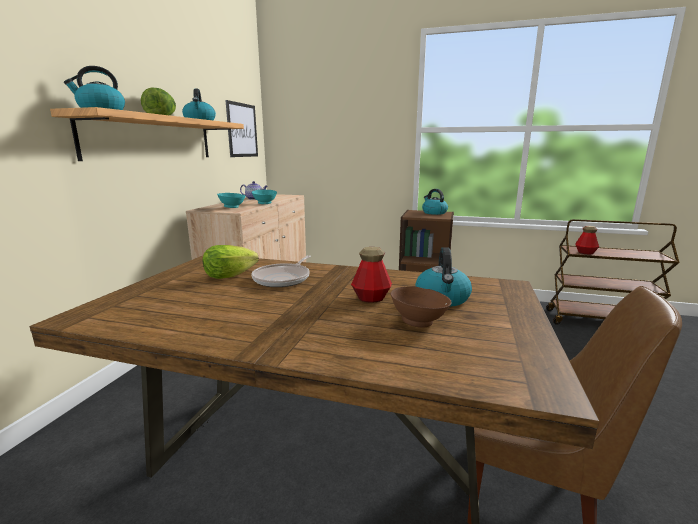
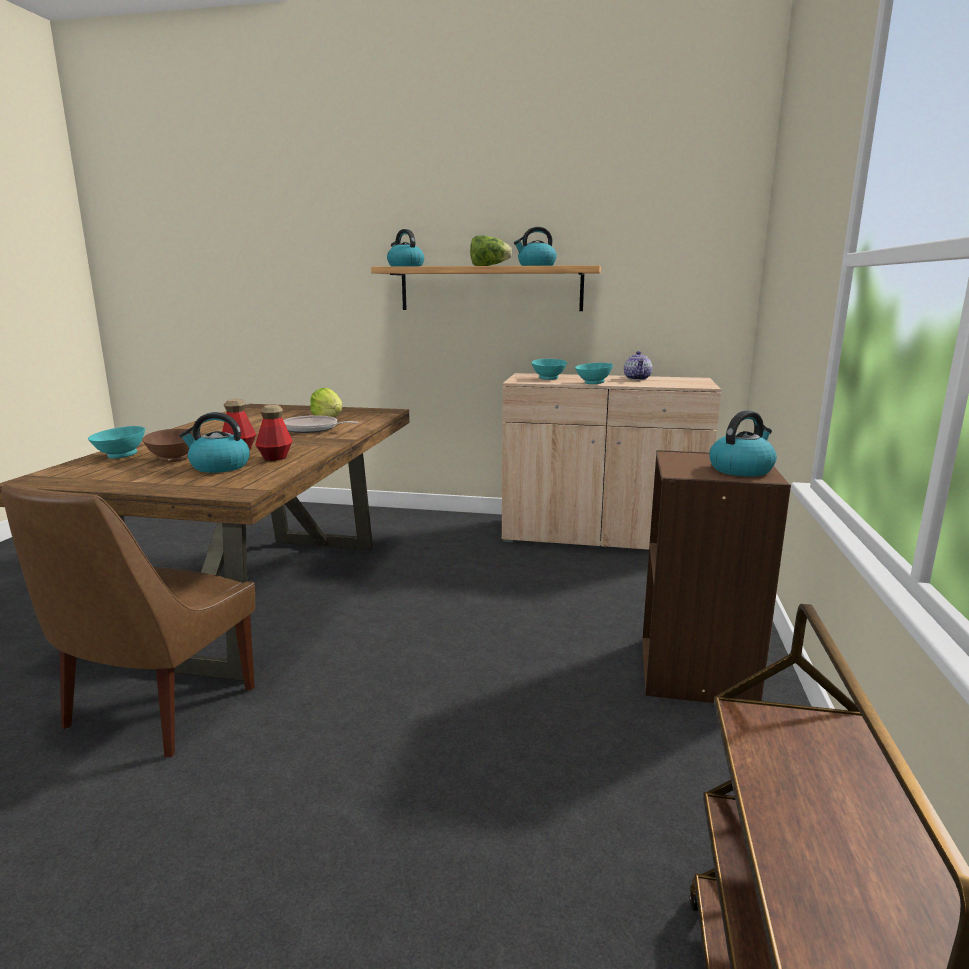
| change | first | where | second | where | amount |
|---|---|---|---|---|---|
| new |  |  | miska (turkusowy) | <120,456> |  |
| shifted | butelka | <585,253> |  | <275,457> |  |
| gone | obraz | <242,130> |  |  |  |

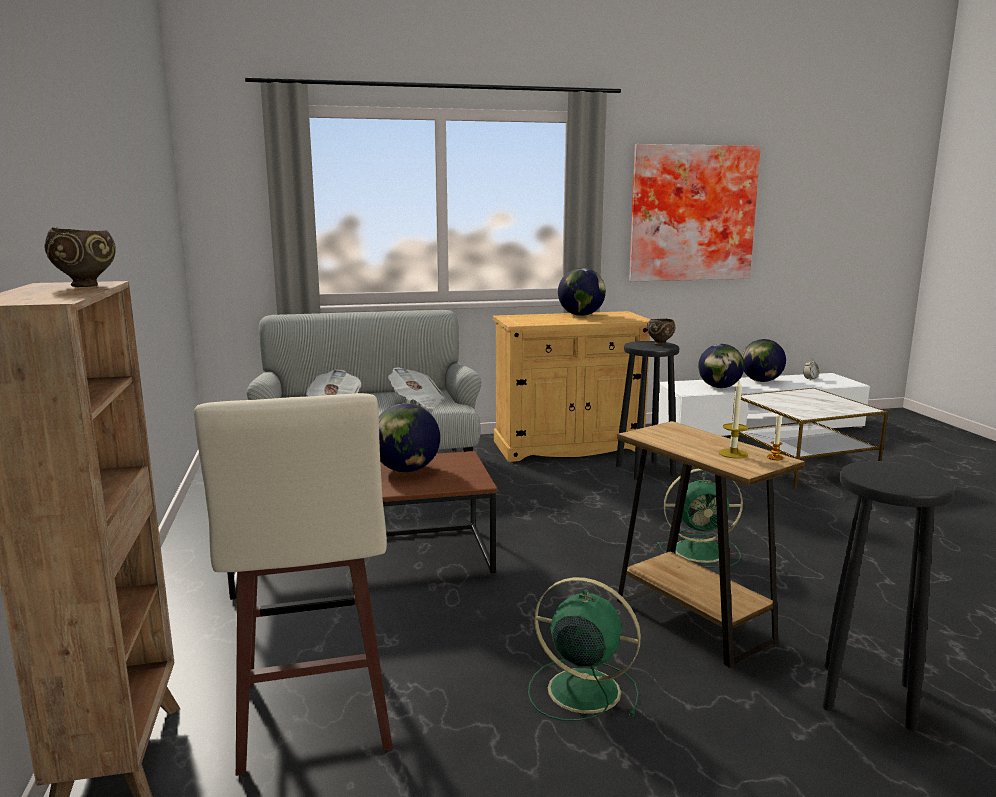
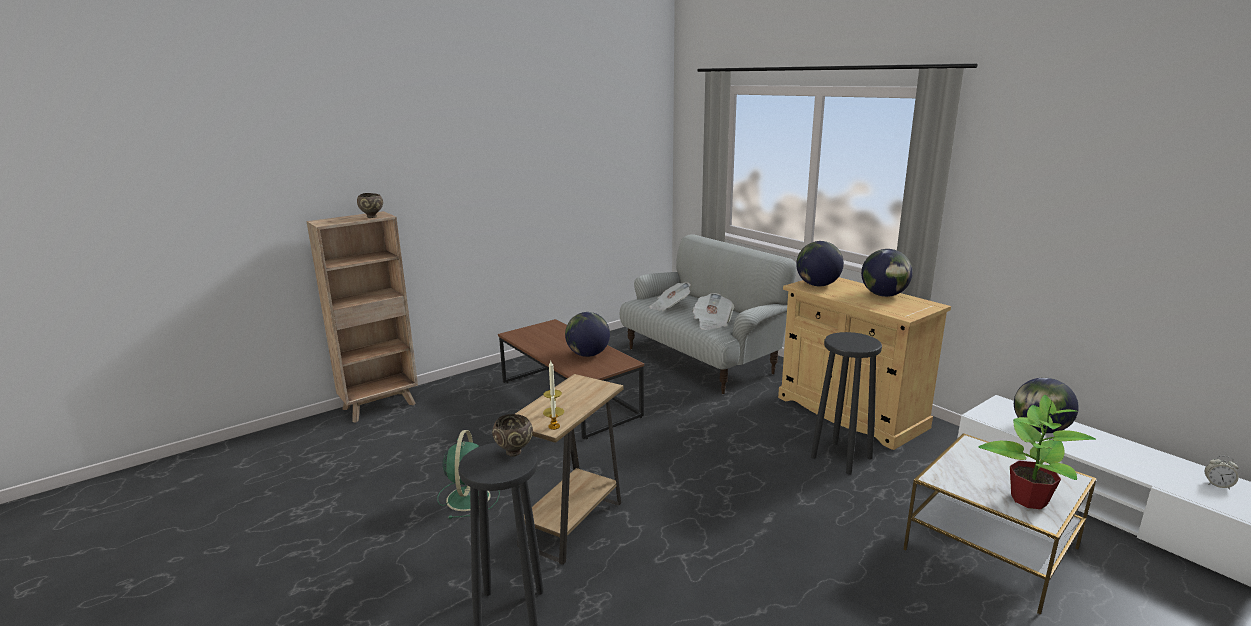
| change | first | where | second | where | amount |
|---|---|---|---|---|---|
| shifted | miska (brązowy) | <660,344> |  | <515,452> |  |
| shifted | globus | <761,381> |  | <817,285> |  |
| new |  |  | roślina doniczkowa | <1028,499> |  |
| gone | stołek (beżowy) | <312,719> |  |  |  |
| gone | obraz | <691,213> |  |  |  |
| gone | wentylator (zielony) | <702,551> |  |  |  |

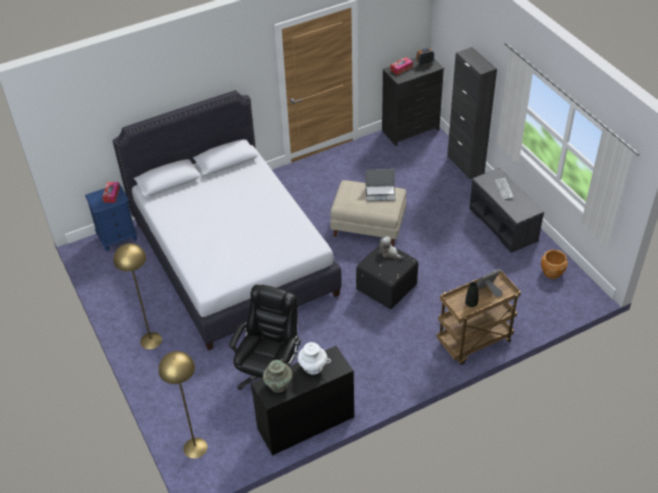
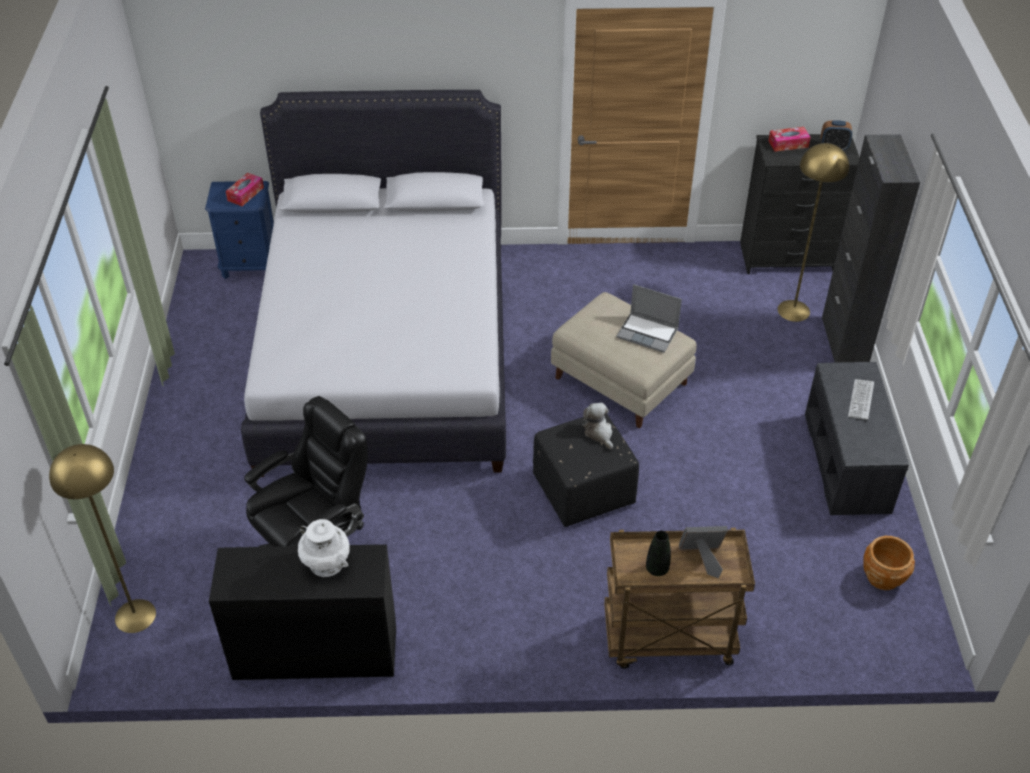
| change | first | where | second | where | amount |
|---|---|---|---|---|---|
| shifted | lampa stojąca (żółty) | <151,340> |  | <794,310> |  |
| gone | wazon (turkusowy) | <278,384> |  |  |  |

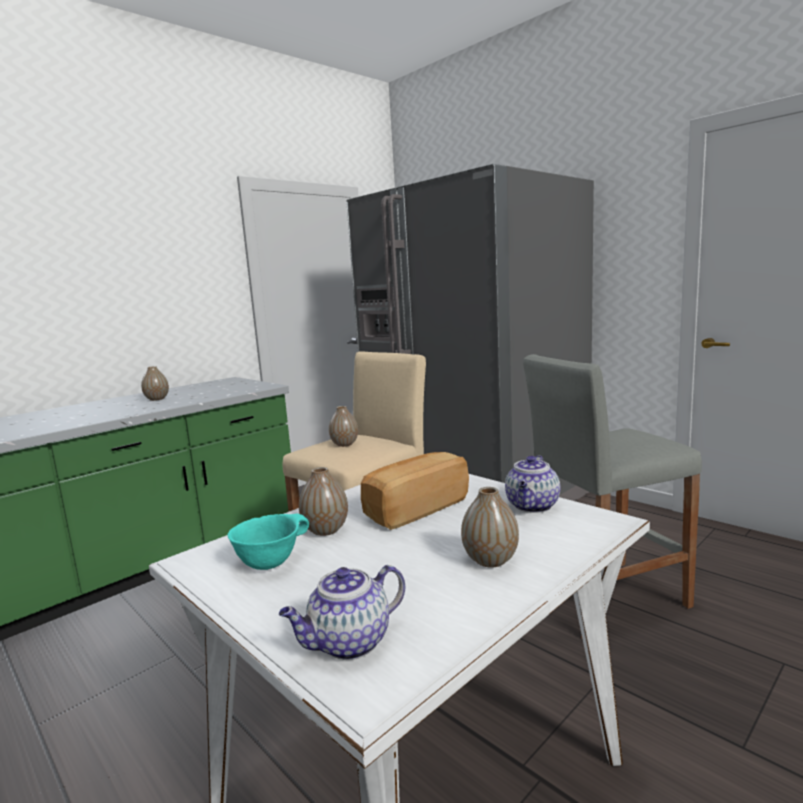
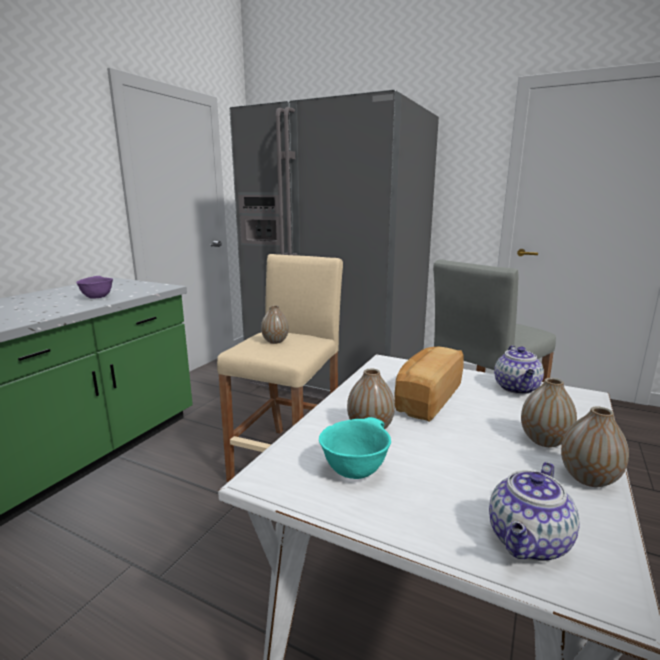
| change | first | where | second | where | amount |
|---|---|---|---|---|---|
| new |  |  | miska (fioletowy) | <97,297> |  |
| shifted | wazon | <157,399> |  | <588,478> |  |

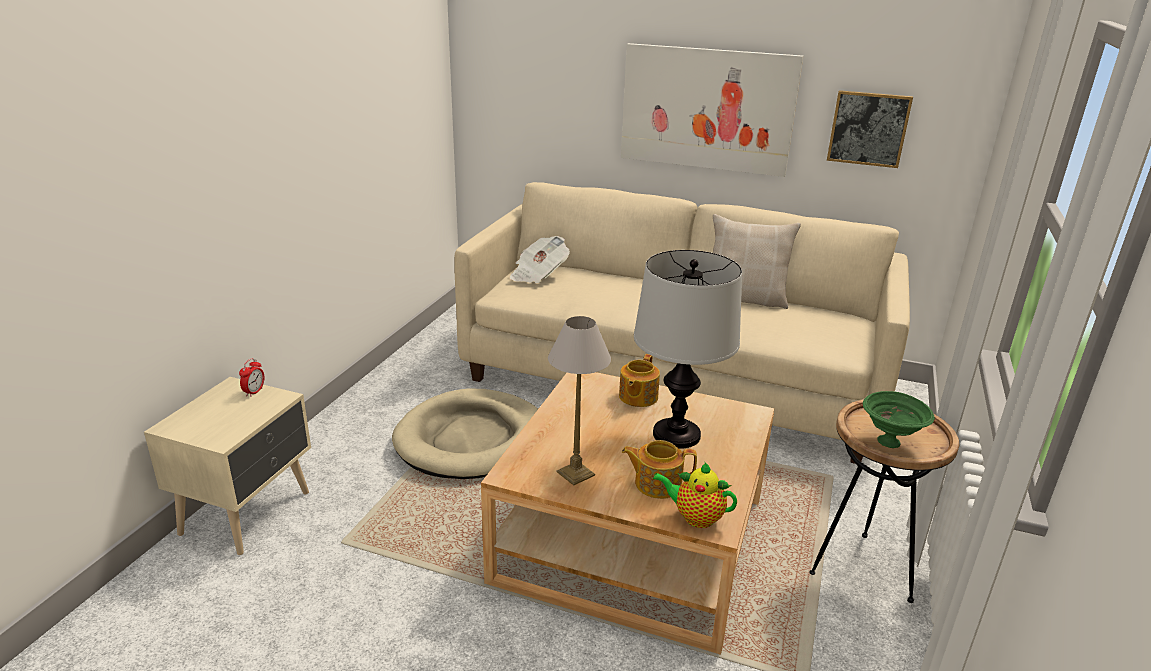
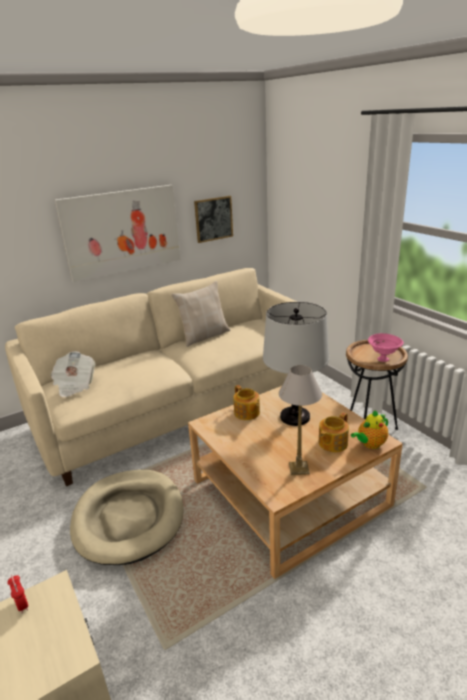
| change | first | where | second | where | amount |
|---|---|---|---|---|---|
| repainted | miska (zielony) | <890,442> | miska (różowy) | <383,359> |  |

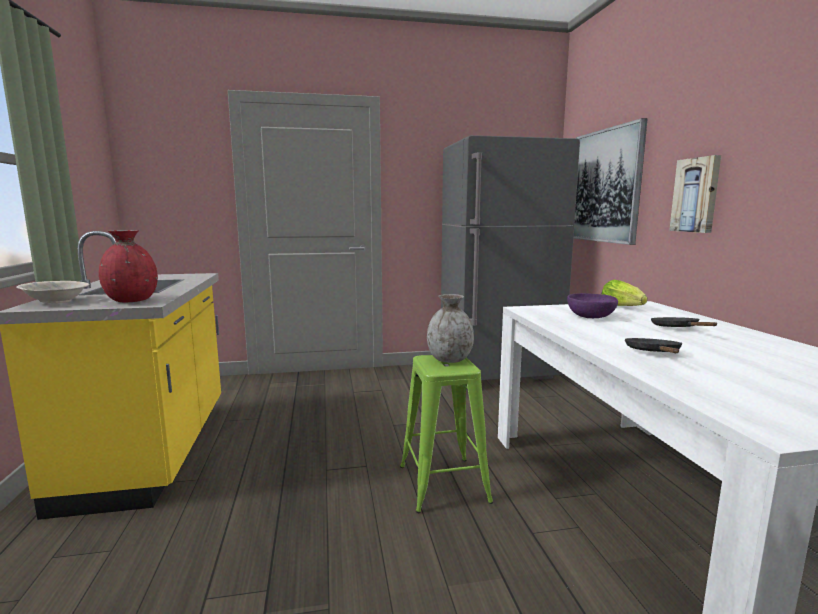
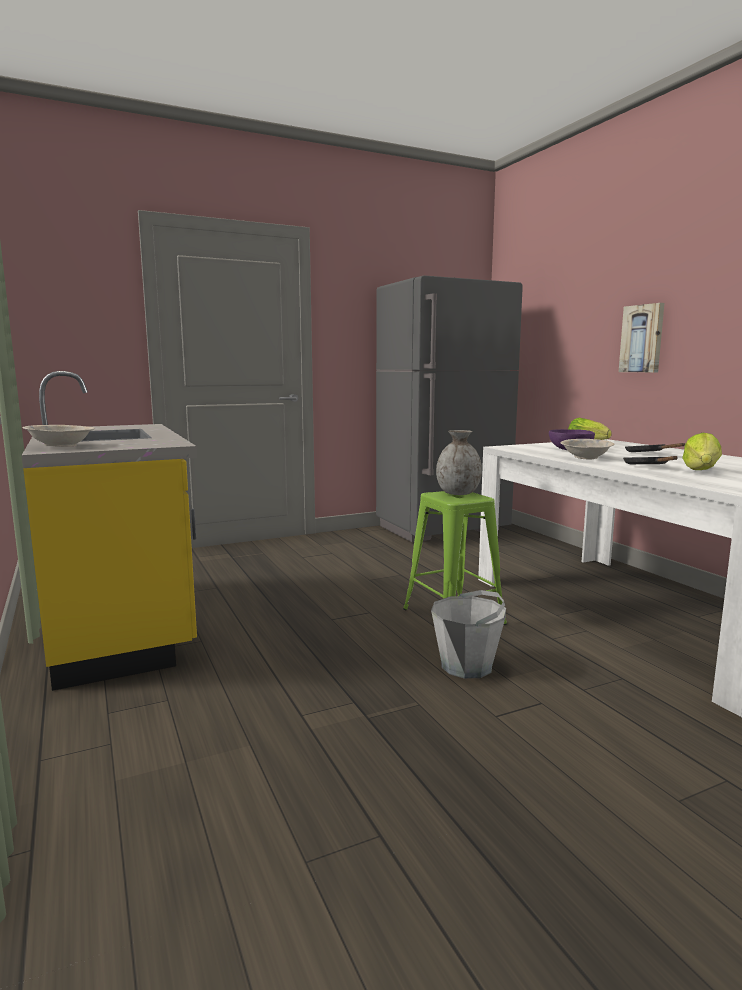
| change | first | where | second | where | amount |
|---|---|---|---|---|---|
| new |  |  | wiadro (szary) | <467,666> |  |
| new |  |  | miska (beżowy) | <586,457> |  |
| new |  |  | sałata | <701,470> |  |
| gone | wazon (czerwony) | <132,300> |  |  |  |
| gone | obraz | <605,186> |  |  |  |

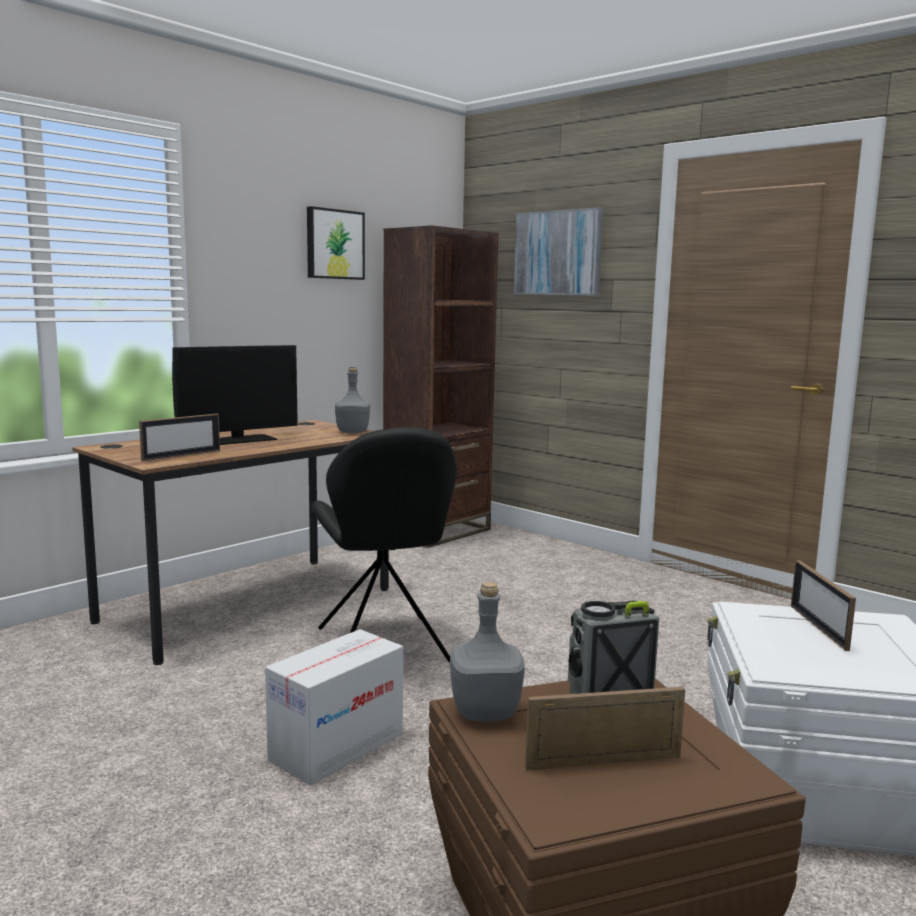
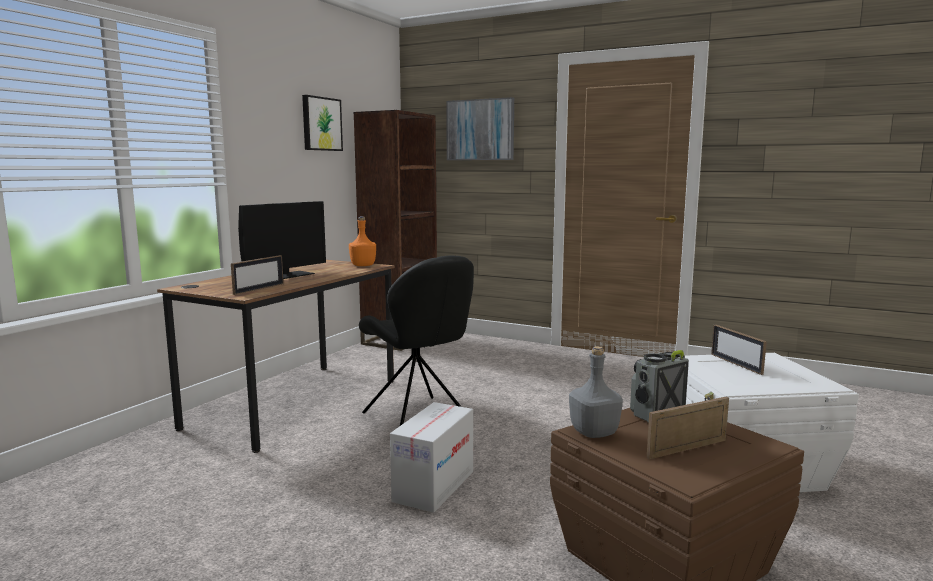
| change | first | where | second | where | amount |
|---|---|---|---|---|---|
| repainted | butelka (szary) | <352,432> | butelka (pomarańczowy) | <363,265> |  |

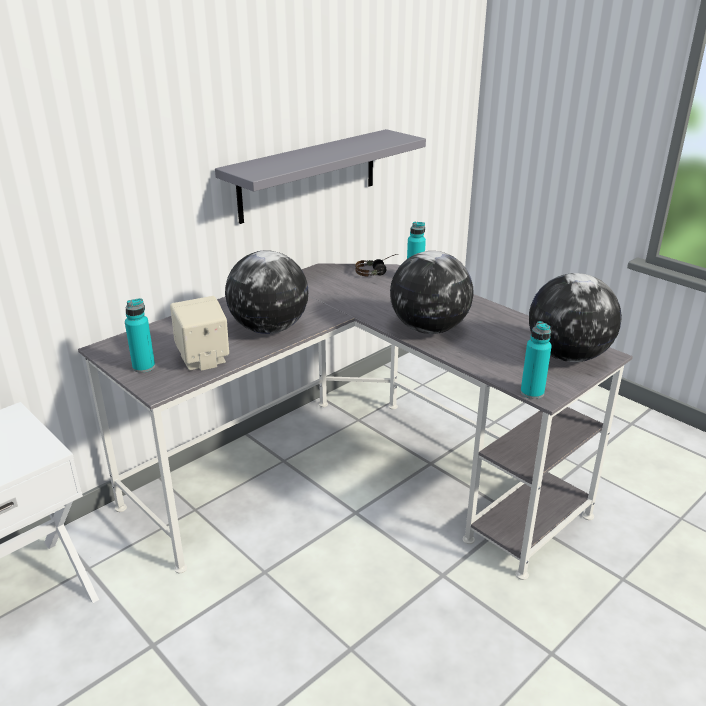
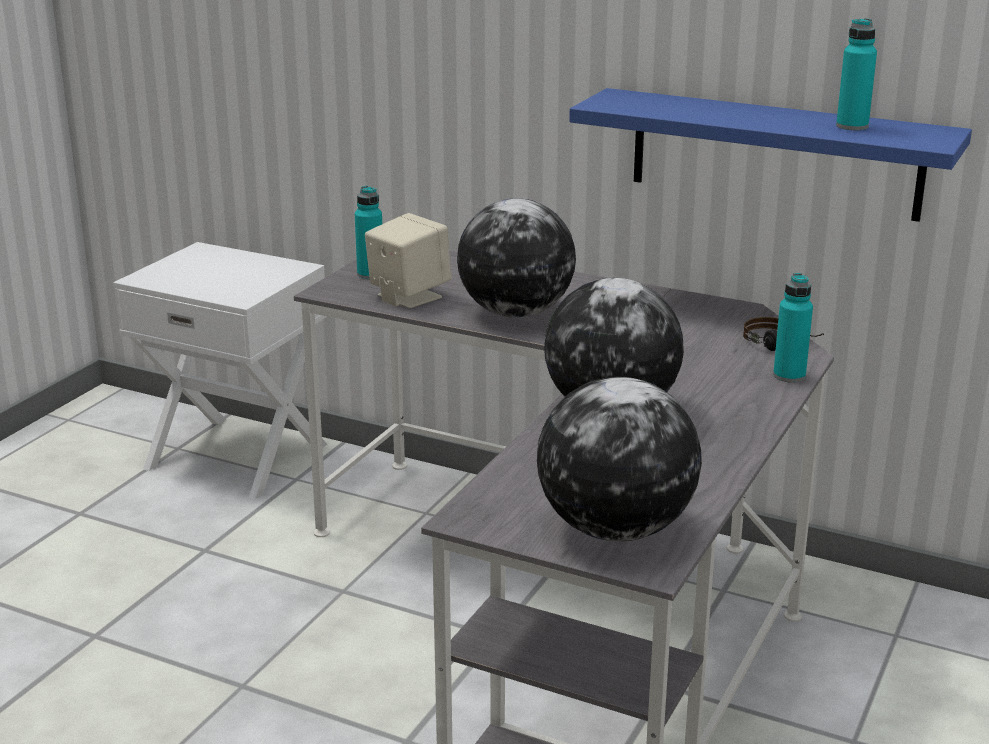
| change | first | where | second | where | amount |
|---|---|---|---|---|---|
| repainted | półka (szary) | <309,175> | półka (niebieski) | <775,154> |  |
| shifted | butelka (turkusowy) | <532,393> |  | <852,126> |  |

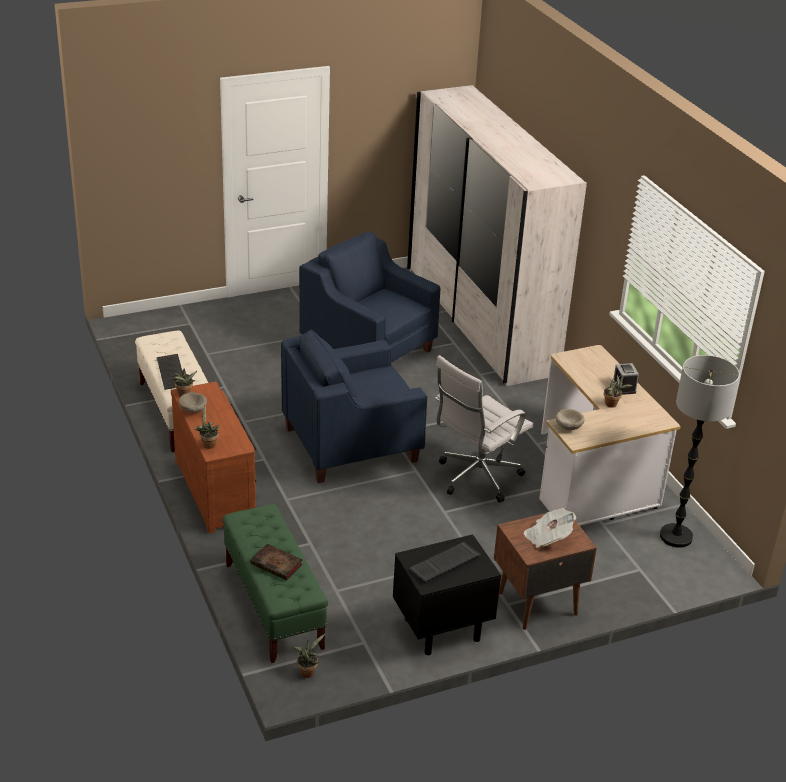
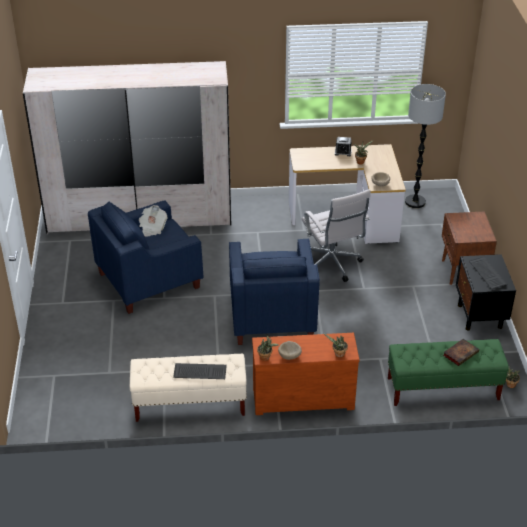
| change | first | where | second | where | amount |
|---|---|---|---|---|---|
| shifted | gazeta | <548,537> |  | <152,228> |  |

